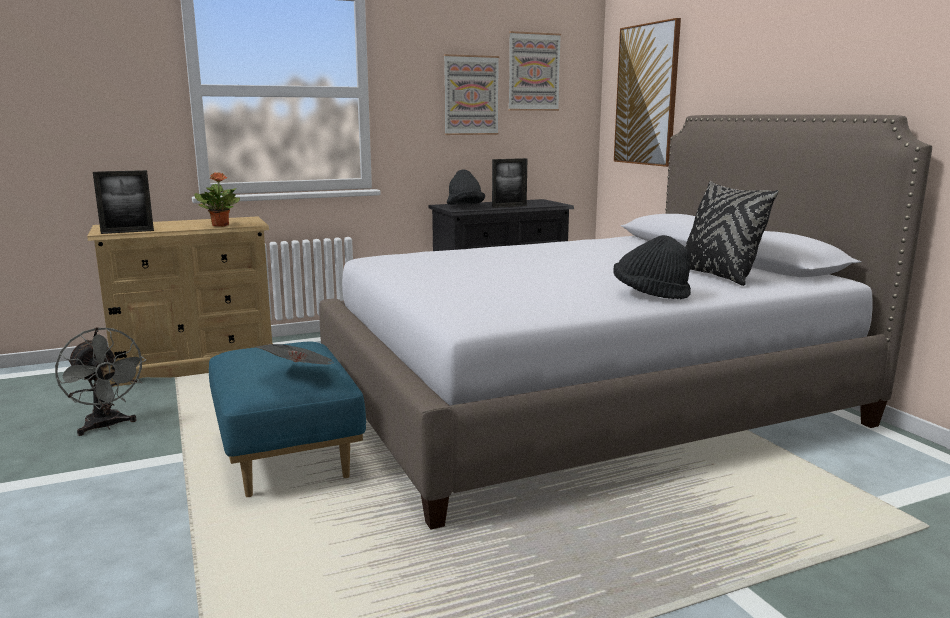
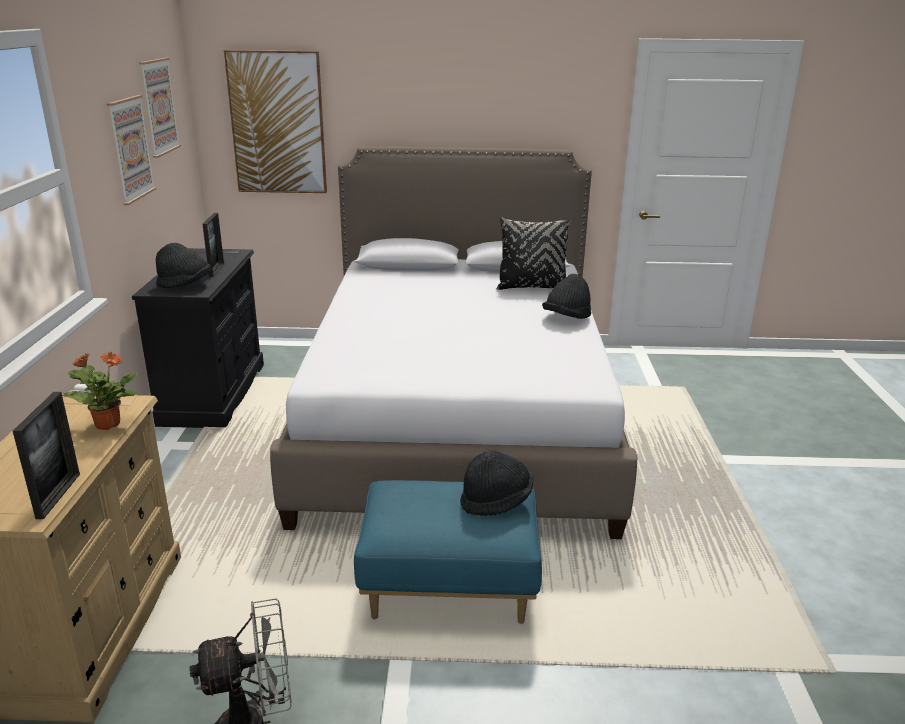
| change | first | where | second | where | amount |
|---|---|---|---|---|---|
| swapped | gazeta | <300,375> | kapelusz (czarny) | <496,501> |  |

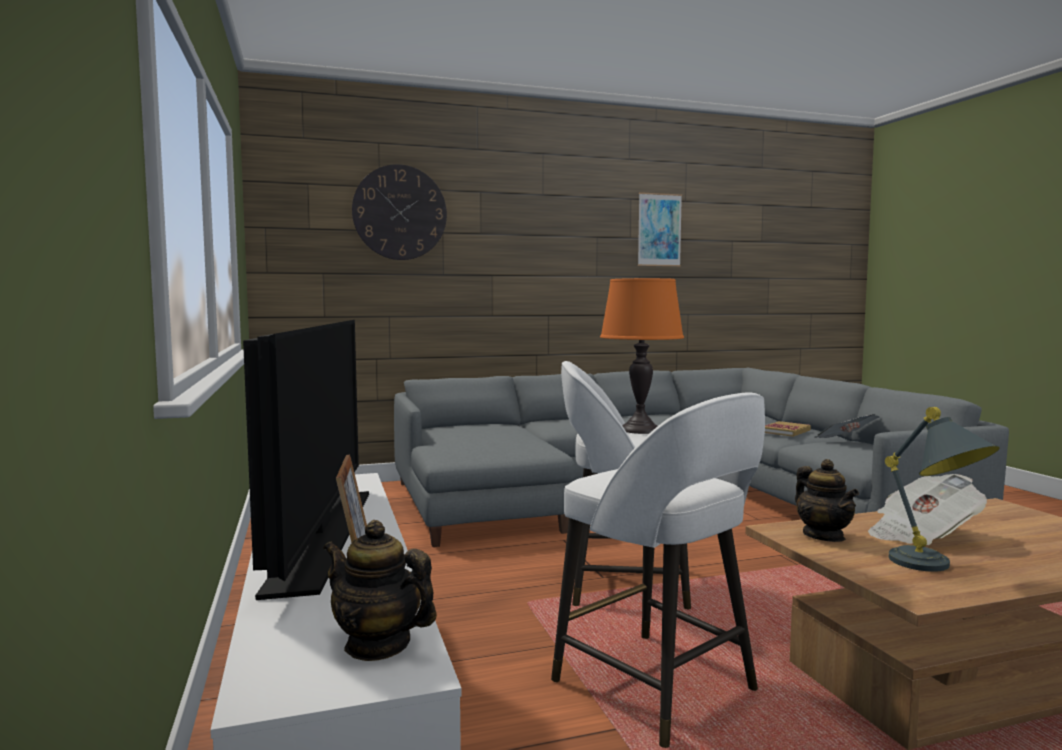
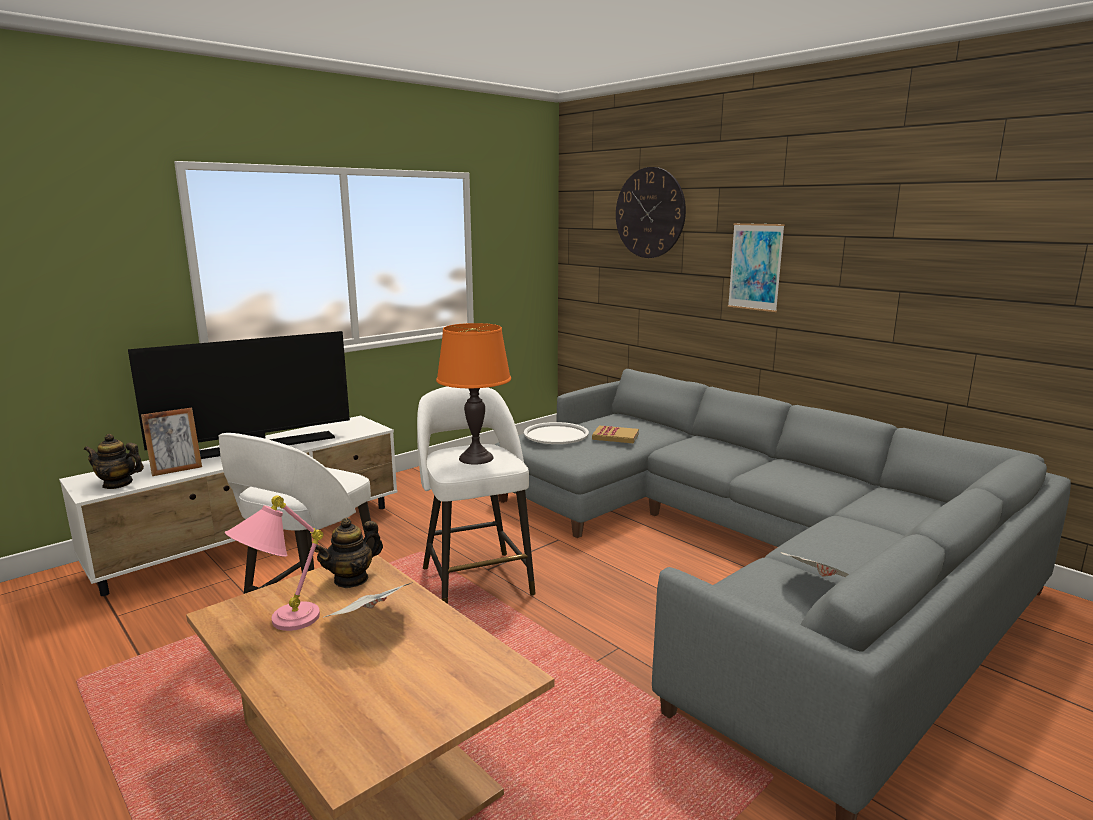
| change | first | where | second | where | amount |
|---|---|---|---|---|---|
| rotated | imbryk | <378,645> |  | <117,484> | 90 degrees counterclockwise |
| repainted | lampa stołowa (szary) | <936,569> | lampa stołowa (różowy) | <279,625> |  |
| new |  |  | taca (biały) | <556,434> |  |
| shifted | książka | <785,431> |  | <615,436> |  |
| shifted | obraz | <659,230> |  | <755,267> |  |

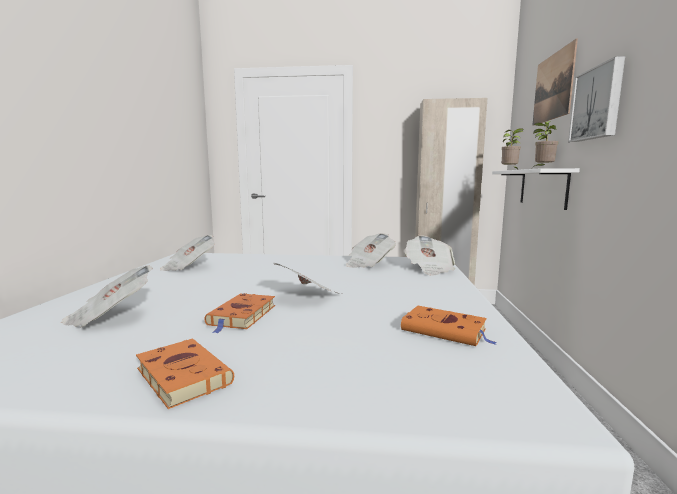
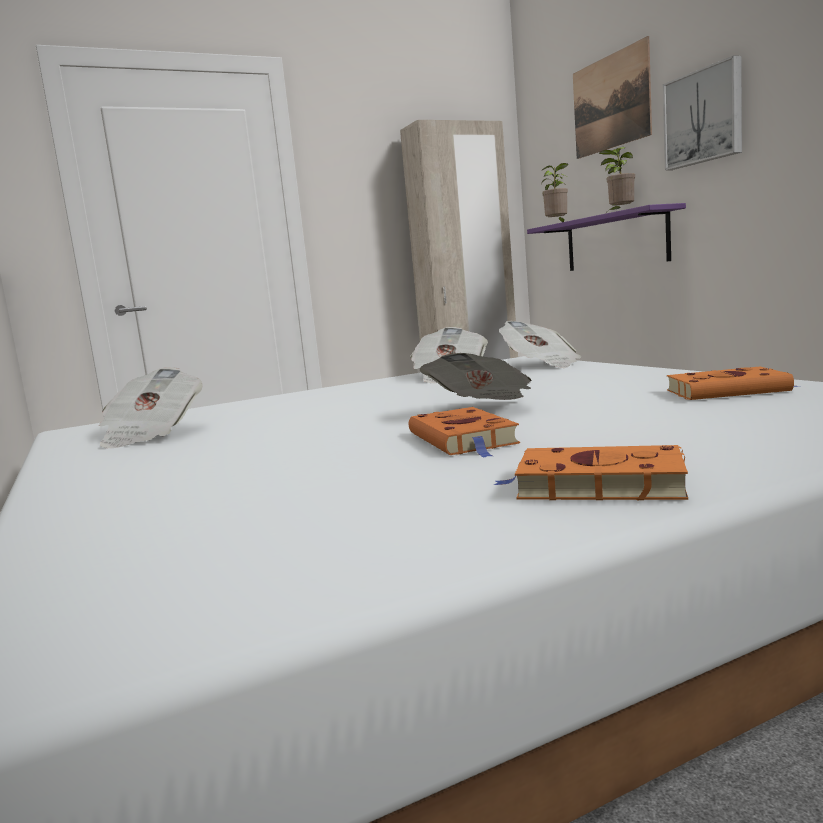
| change | first | where | second | where | amount |
|---|---|---|---|---|---|
| repainted | półka (biały) | <542,188> | półka (fioletowy) | <615,241> |  |
| gone | gazeta | <110,316> |  |  |  |

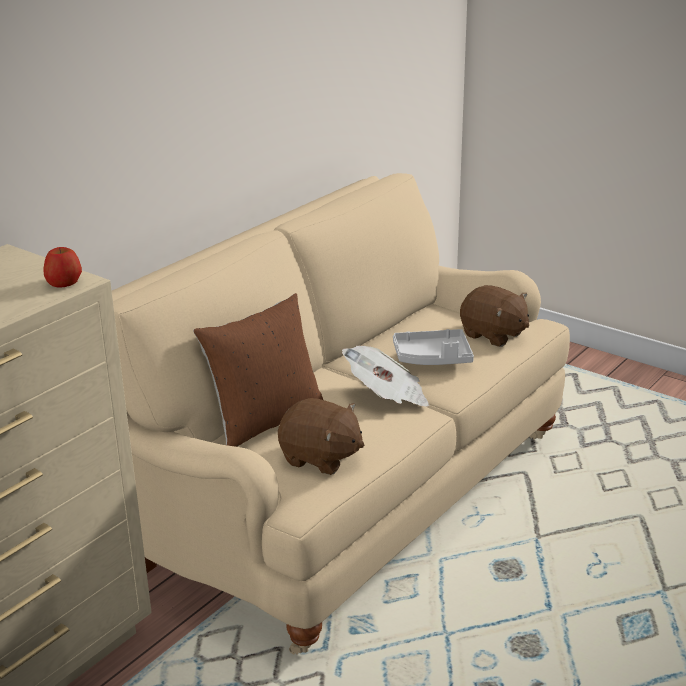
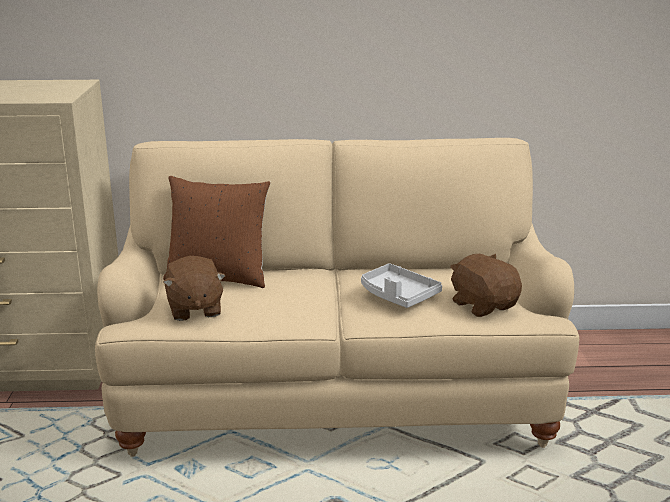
| change | first | where | second | where | amount |
|---|---|---|---|---|---|
| rotated | pluszak (brązowy) | <493,335> |  | <483,305> | 150 degrees clockwise |
| gone | jabłko | <64,282> |  |  |  |
| gone | gazeta | <387,397> |  |  |  |

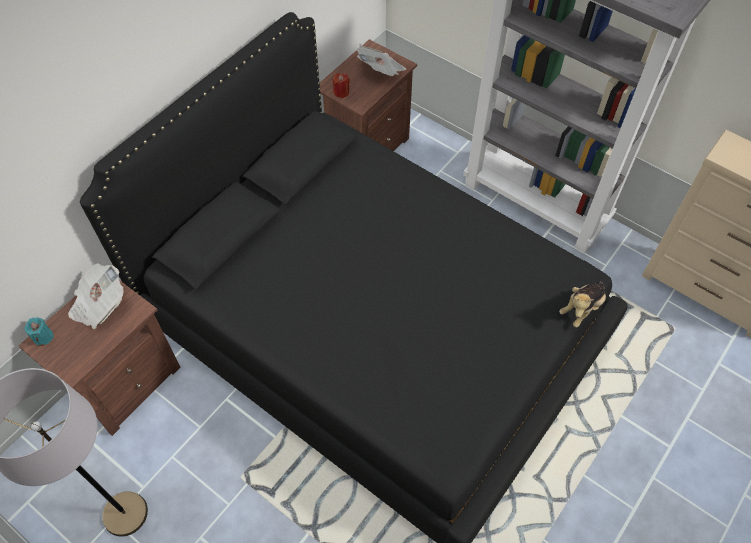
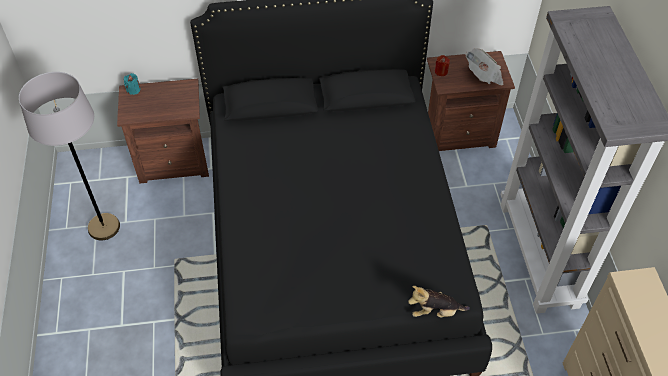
| change | first | where | second | where | amount |
|---|---|---|---|---|---|
| gone | gazeta | <99,304> |  |  |  |

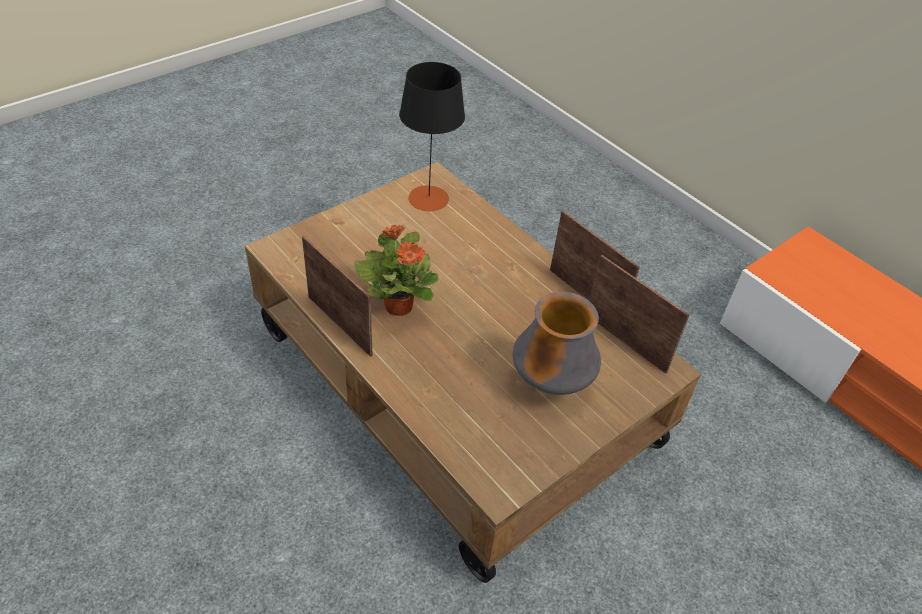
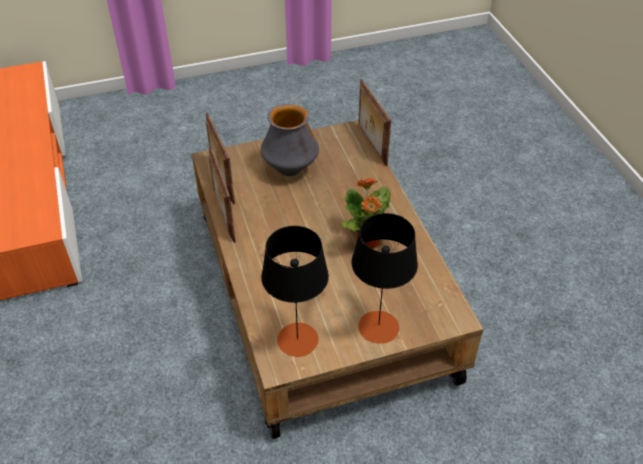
| change | first | where | second | where | amount |
|---|---|---|---|---|---|
| new |  |  | lampa stołowa (czarny) | <378,327> |  |
| shifted | ramka na zdjęcie | <341,324> |  | <371,145> |  |

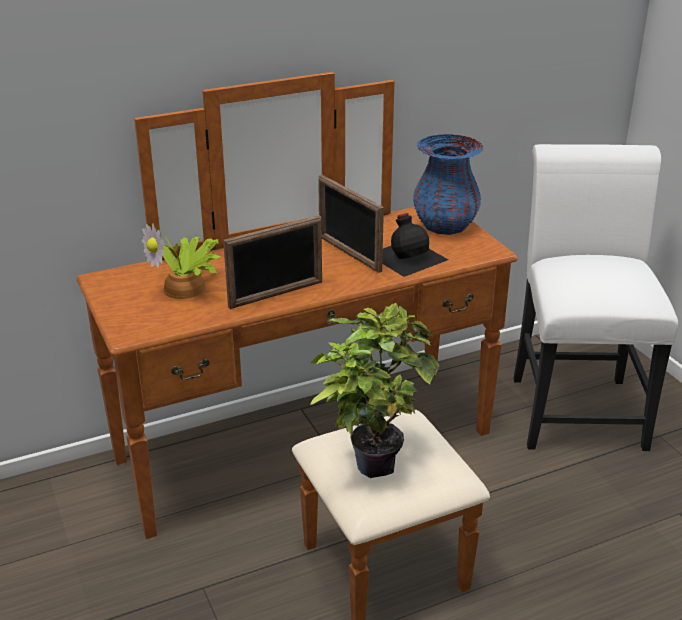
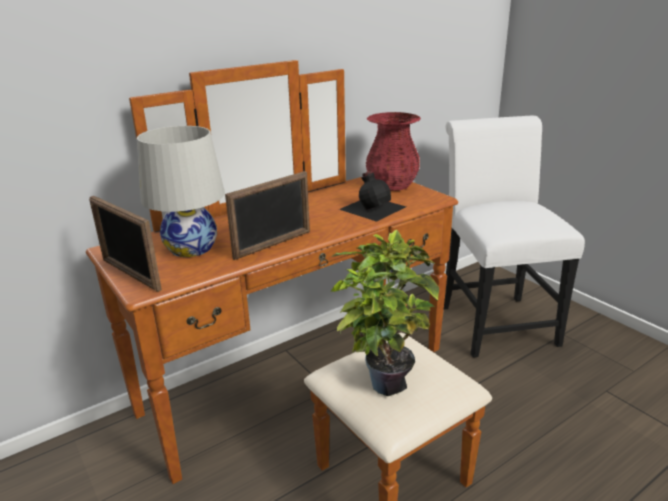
| change | first | where | second | where | amount |
|---|---|---|---|---|---|
| shifted | ramka na zdjęcie | <349,254> |  | <130,275> |  |
| swapped | roślina doniczkowa | <187,288> | lampa stołowa (biały) | <191,248> |  |
| repainted | wazon (niebieski) | <444,226> | wazon (czerwony) | <392,186> |  |

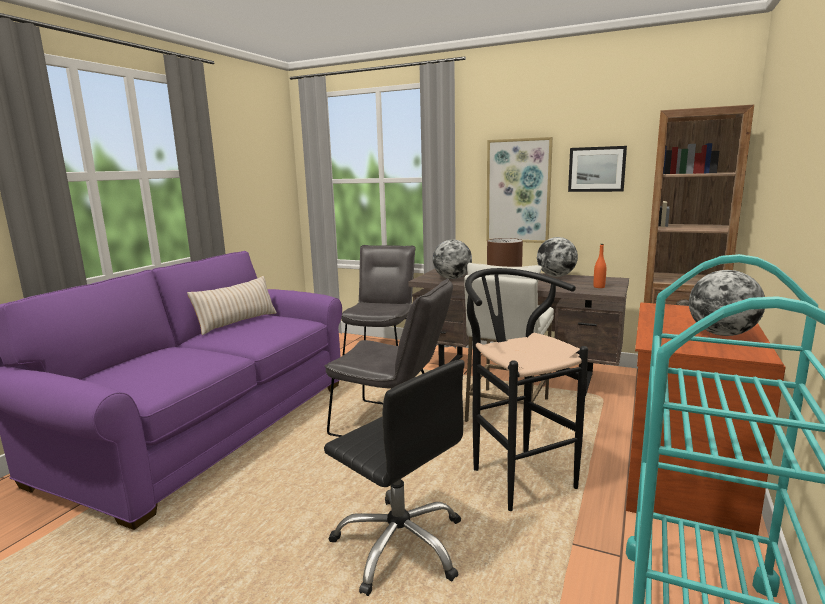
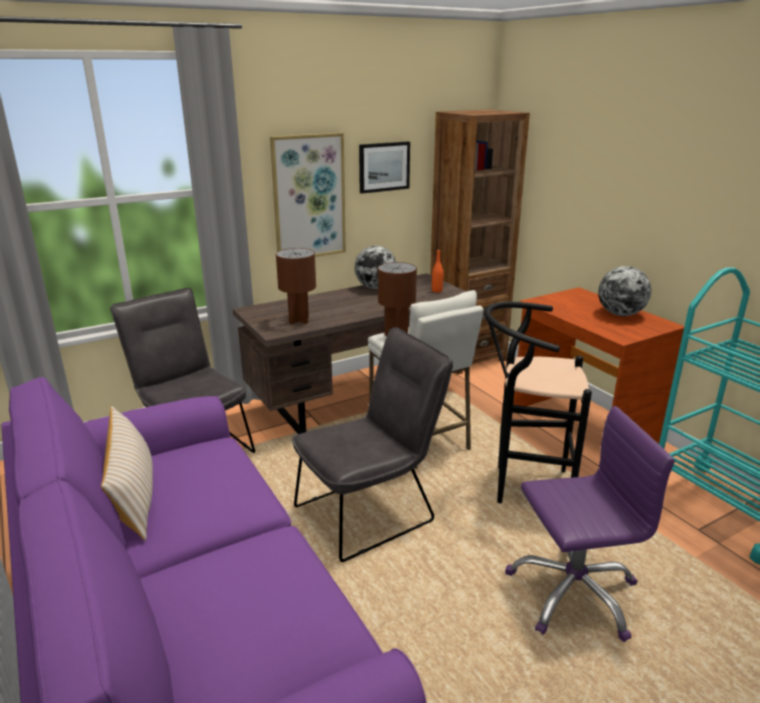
| change | first | where | second | where | amount |
|---|---|---|---|---|---|
| swapped | globus | <452,278> | lampa stołowa (brązowy) | <299,320> |  |
| repainted | krzesło biurowe (czarny) | <400,544> | krzesło biurowe (fioletowy) | <573,592> |  |

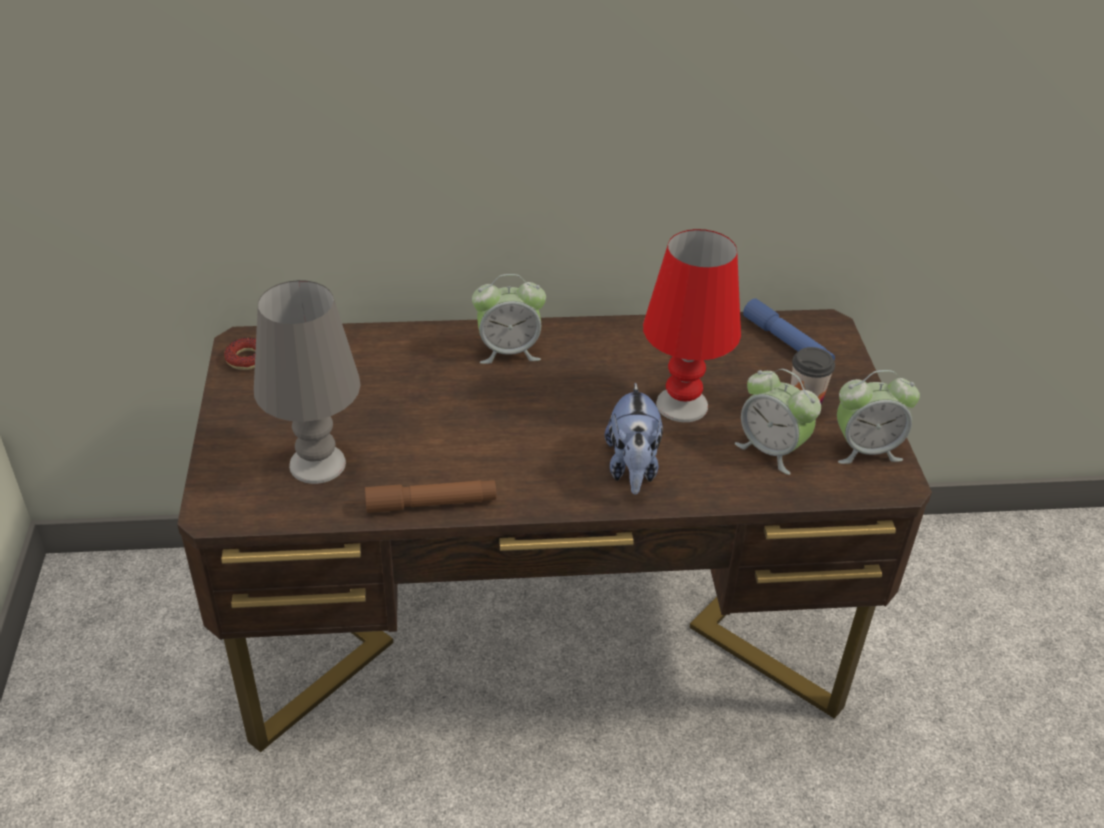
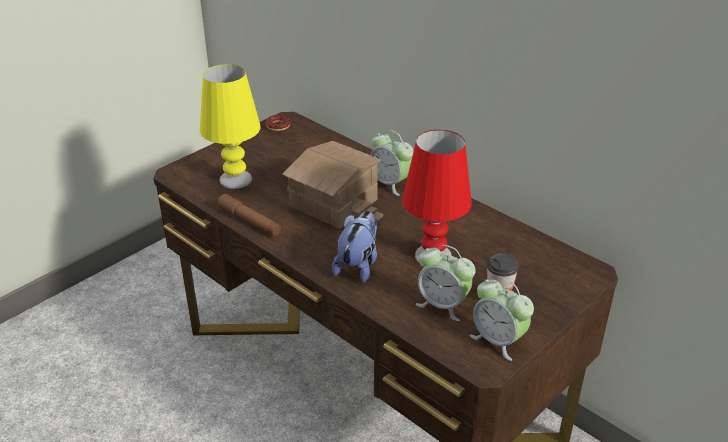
| change | first | where | second | where | amount |
|---|---|---|---|---|---|
| repainted | lampa stołowa (szary) | <318,464> | lampa stołowa (żółty) | <235,179> |  |
| new |  |  | domek | <332,204> |  |
| rotated | pluszak | <632,468> |  | <358,265> | 150 degrees clockwise |
| rotated | budzik | <771,450> |  | <443,305> | 60 degrees counterclockwise |
| gone | latarka (niebieski) | <787,342> |  |  |  |

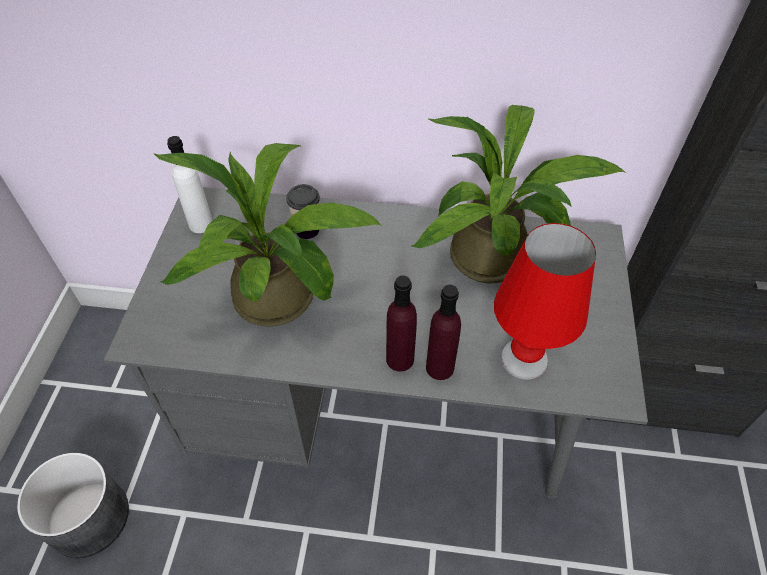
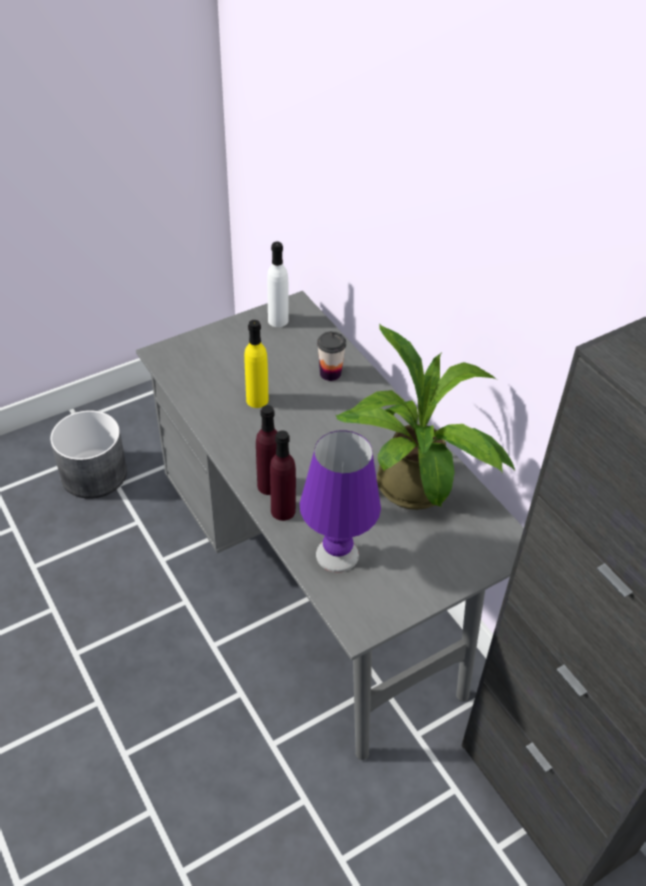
| change | first | where | second | where | amount |
|---|---|---|---|---|---|
| swapped | roślina doniczkowa | <283,301> | butelka (żółty) | <257,400> |  |
| repainted | lampa stołowa (czerwony) | <523,359> | lampa stołowa (fioletowy) | <337,554> |  |

